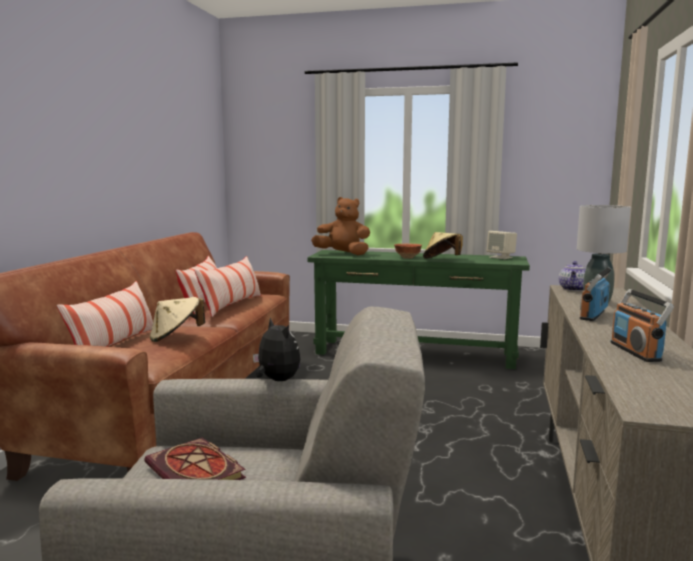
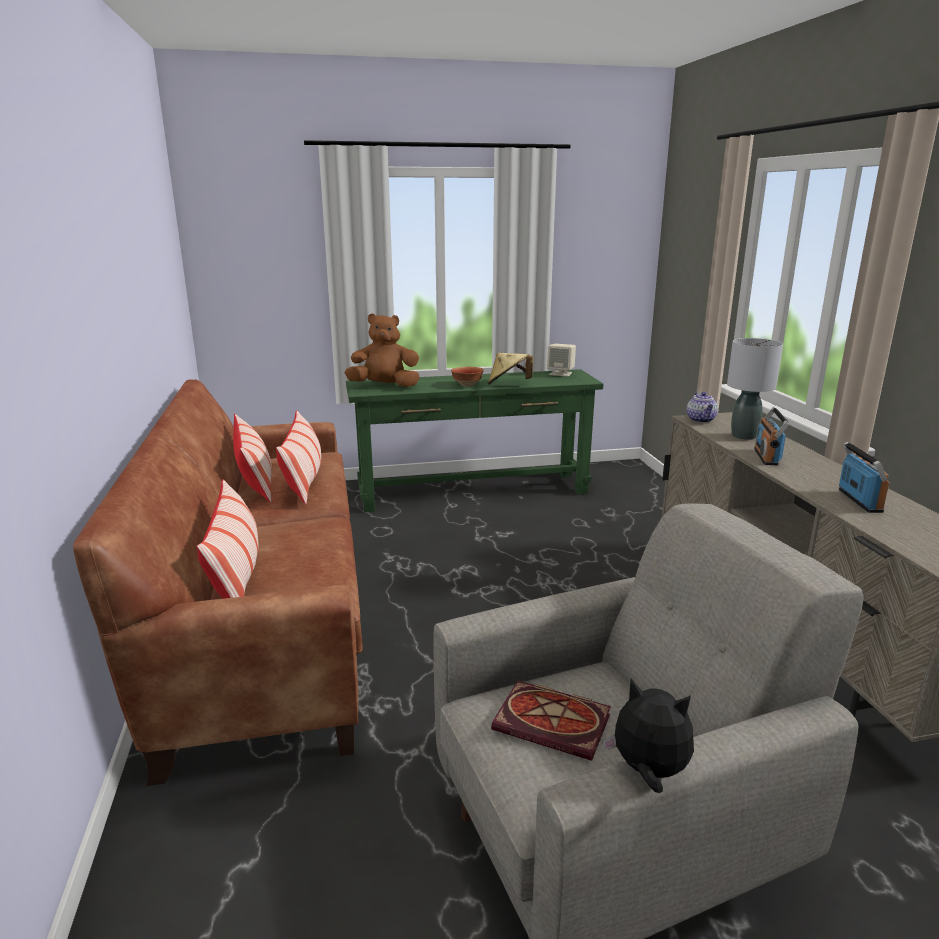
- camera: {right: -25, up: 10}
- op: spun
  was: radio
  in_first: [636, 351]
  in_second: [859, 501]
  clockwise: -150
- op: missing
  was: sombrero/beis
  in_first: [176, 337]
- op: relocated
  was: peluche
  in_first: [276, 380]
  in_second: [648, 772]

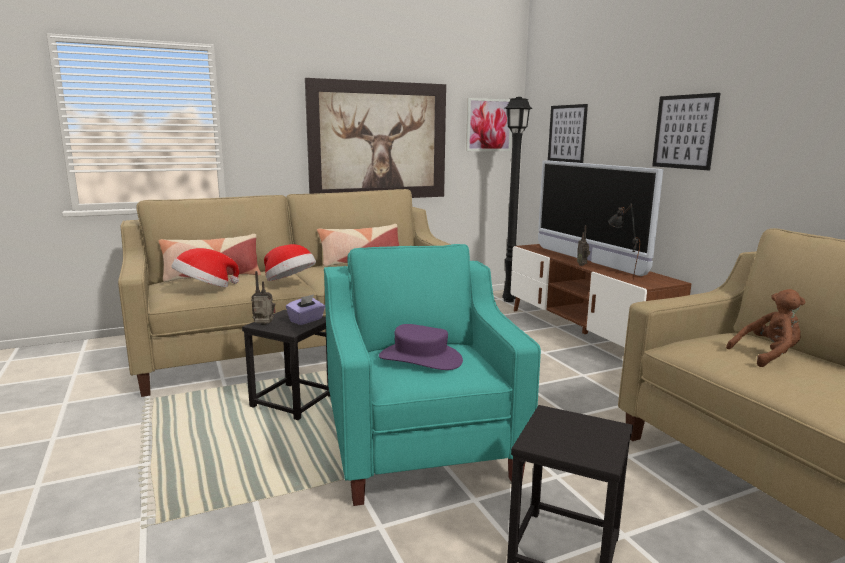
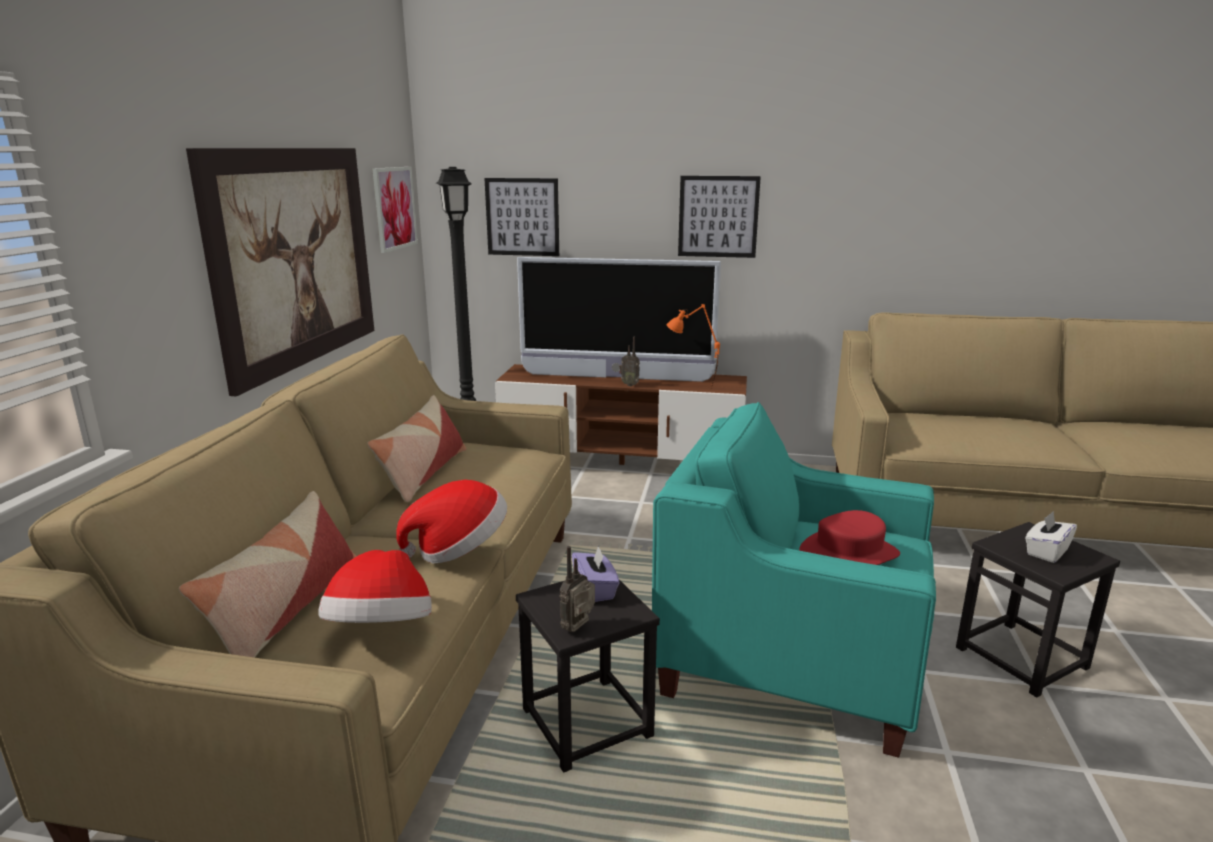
- camera: {right: -55, up: 5}
- op: colour
  was: lámpara de mesa/negro
  now: lámpara de mesa/naranja
  in_first: [619, 276]
  in_second: [691, 387]
- op: missing
  was: peluche/marrón
  in_first: [767, 356]
- op: colour
  was: sombrero/morado
  now: sombrero/rojo
  in_first: [420, 358]
  in_second: [848, 555]
- op: appeared
  now: caja de pañuelos/blanco
  in_second: [1046, 552]

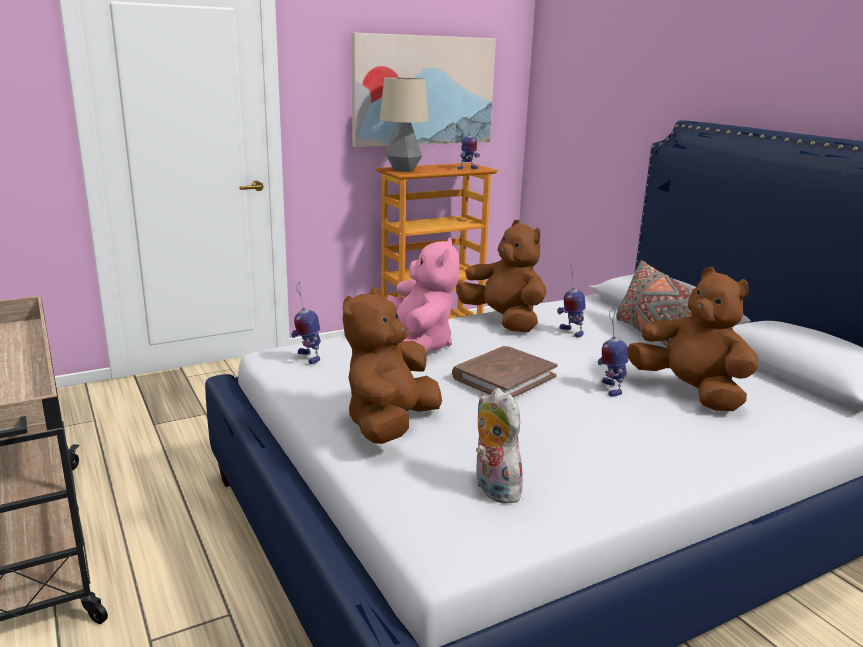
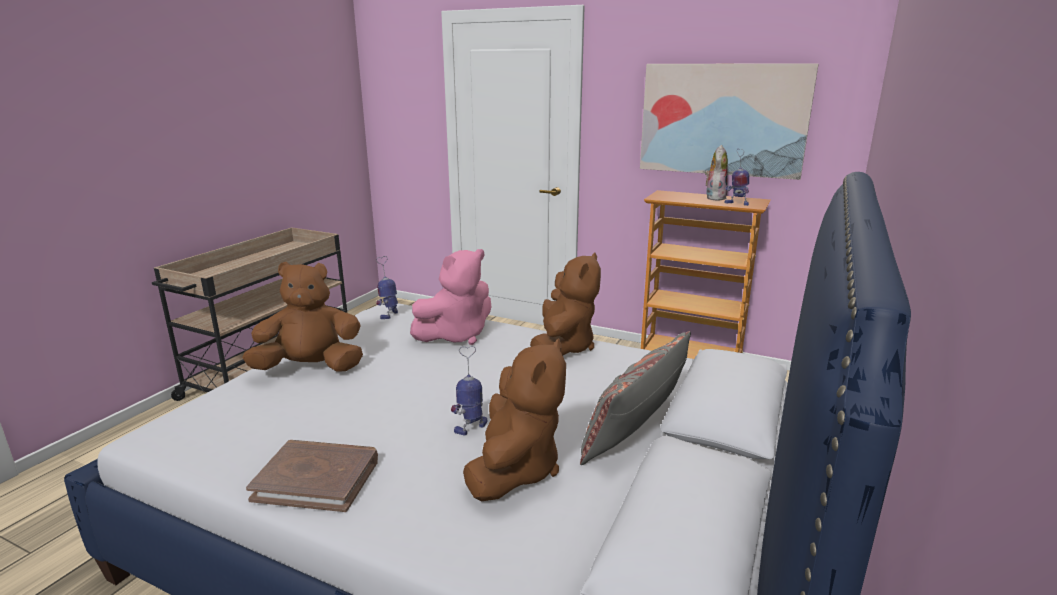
- camera: {right: 55, up: 0}
- op: missing
  was: lámpara de mesa
  in_first: [403, 170]
- op: missing
  was: robot de juguete
  in_first: [570, 332]
- op: relocated
  was: libro/marrón
  in_first: [504, 377]
  in_second: [317, 479]
- op: relocated
  was: peluche
  in_first: [493, 489]
  in_second: [714, 198]

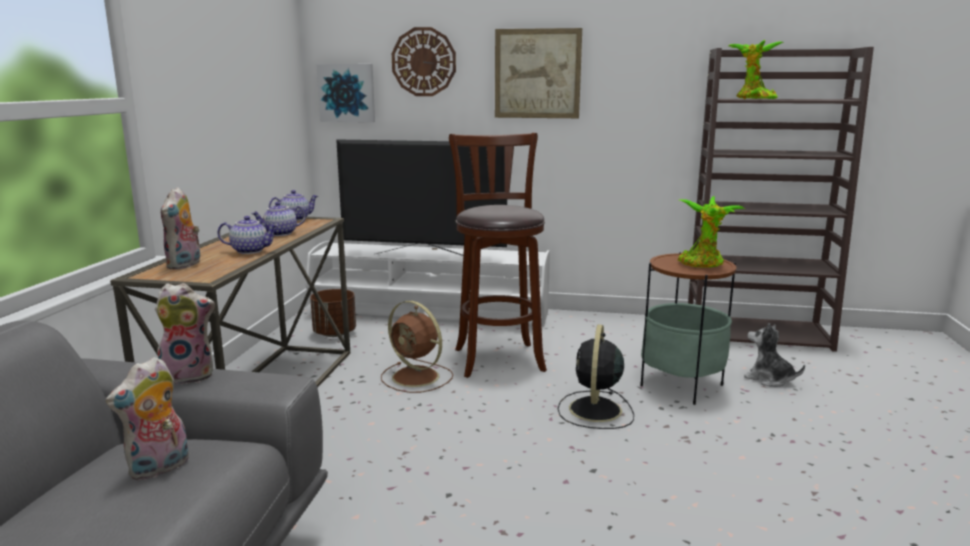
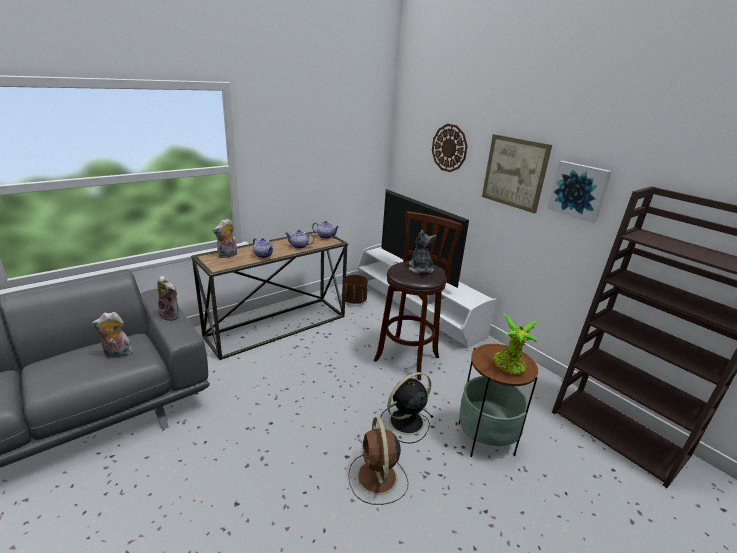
- camera: {right: 40, up: 10}
- op: missing
  was: planta en maceta
  in_first: [753, 99]
- op: relocated
  was: cuadro
  in_first: [347, 93]
  in_second: [579, 190]
- op: relocated
  was: ventilador/marrón
  in_first: [417, 377]
  in_second: [377, 478]
- op: relocated
  was: peluche
  in_first: [769, 379]
  in_second: [420, 269]

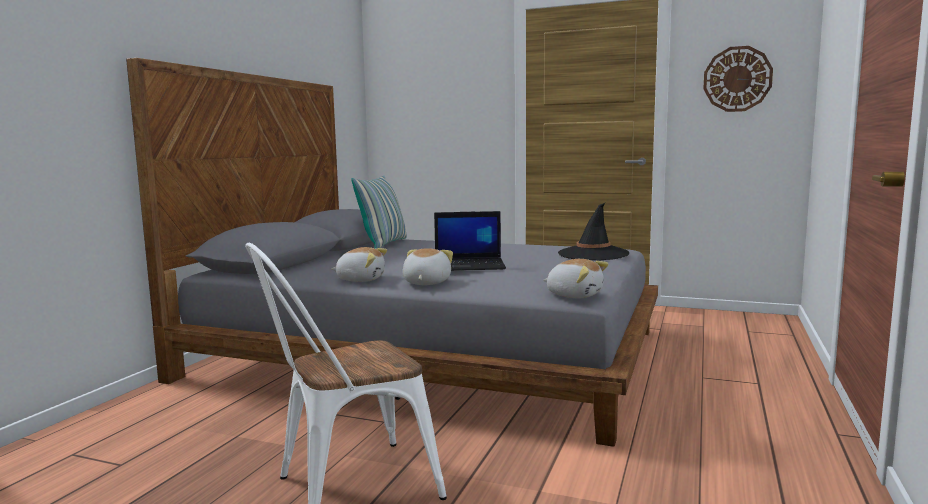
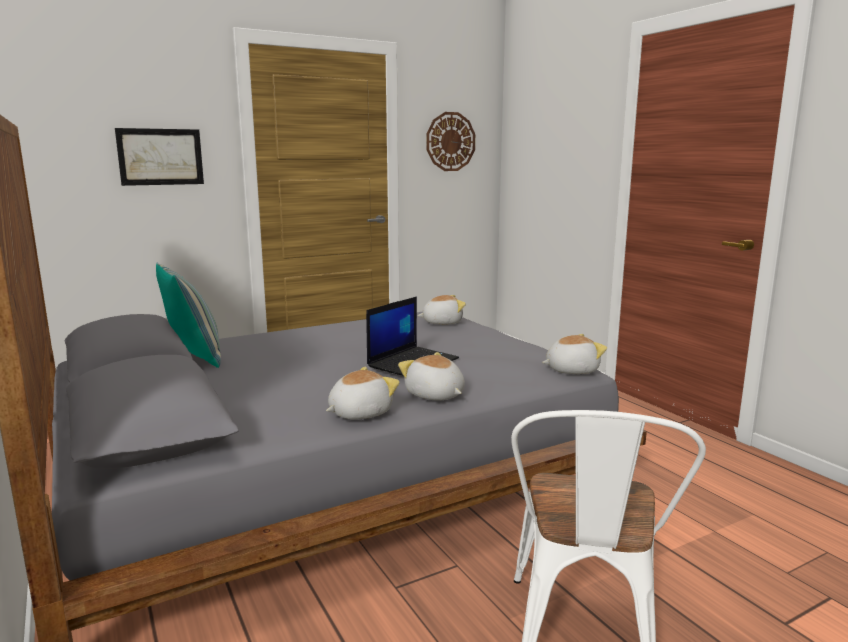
- camera: {right: -50, up: 5}
- op: exchanged
  was: sombrero/negro
  now: peluche
  in_first: [593, 254]
  in_second: [442, 322]
- op: appeared
  now: cuadro
  in_second: [160, 157]

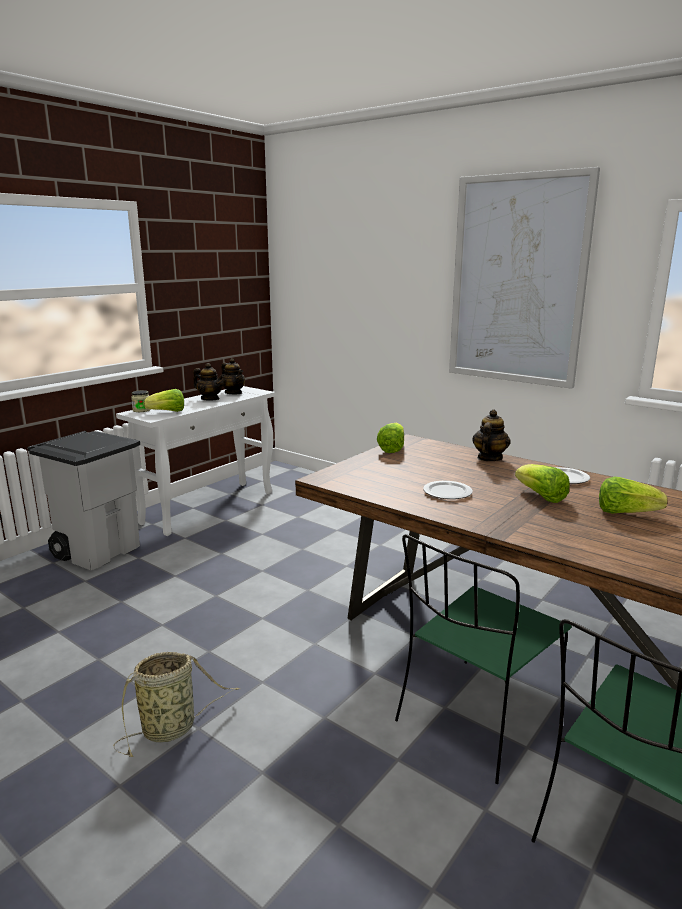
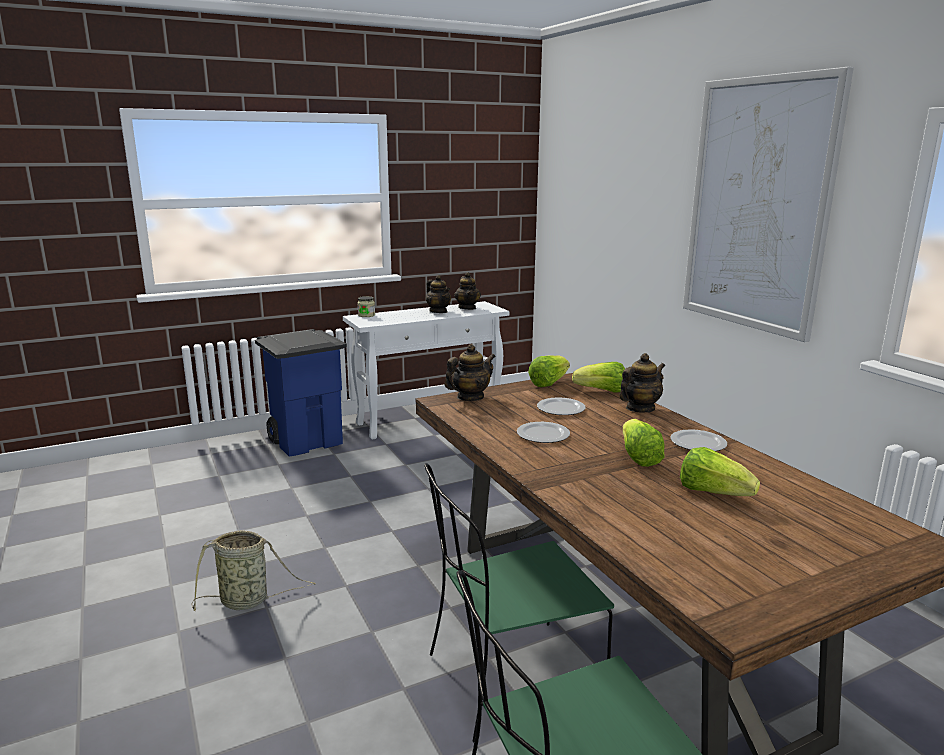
- camera: {right: 25, up: 0}
- op: relocated
  was: lechuga
  in_first: [167, 412]
  in_second: [601, 391]
- op: colour
  was: papelera/gris
  now: papelera/azul
  in_first: [98, 551]
  in_second: [307, 441]
- op: appeared
  now: tetera
  in_second: [470, 397]
- op: appeared
  now: plato
  in_second: [561, 409]

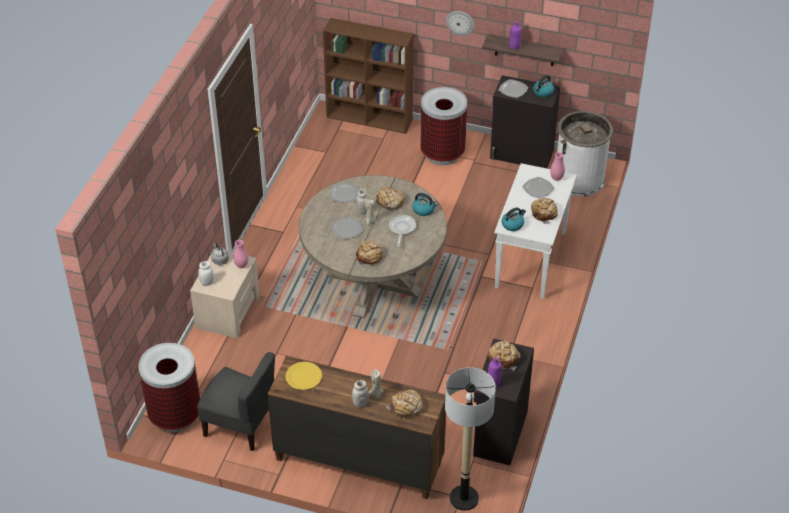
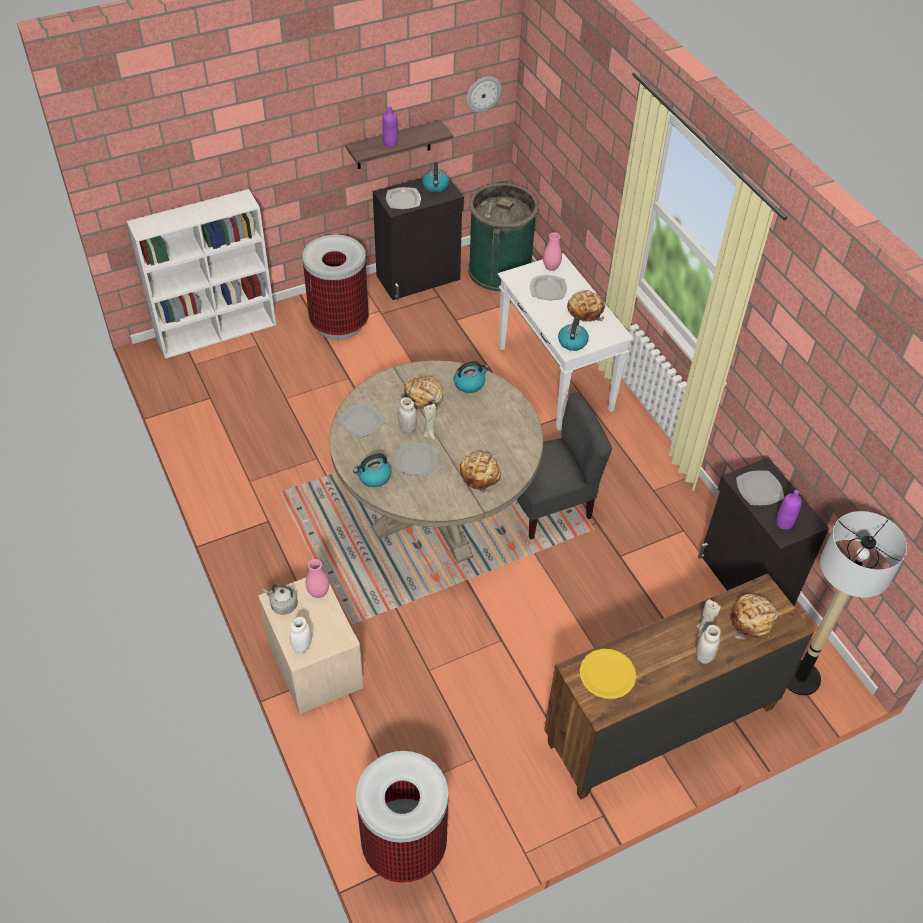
- camera: {right: -45, up: 5}
- op: relocated
  was: reloj de pared
  in_first: [460, 22]
  in_second: [483, 93]
- op: colour
  was: estantería/marrón
  now: estantería/blanco
  in_first: [370, 119]
  in_second: [217, 331]
- op: colour
  was: papelera/blanco
  now: papelera/verde
  in_first: [579, 179]
  in_second: [500, 270]
- op: missing
  was: sartén
  in_first: [401, 229]
- op: exchanged
  was: pan
  now: plato
  in_first: [504, 358]
  in_second: [758, 489]
- op: relocated
  was: silla/gris
  in_first: [240, 425]
  in_second: [548, 505]
- op: appeared
  now: hervidor
  in_second: [374, 477]

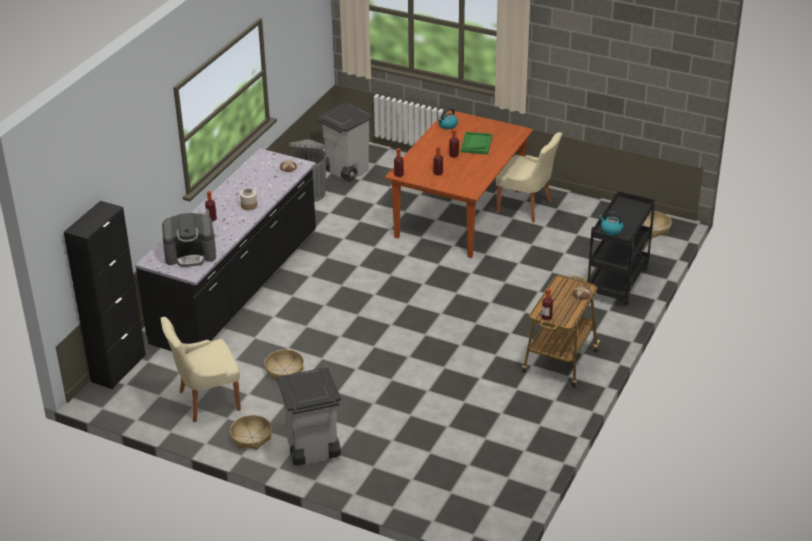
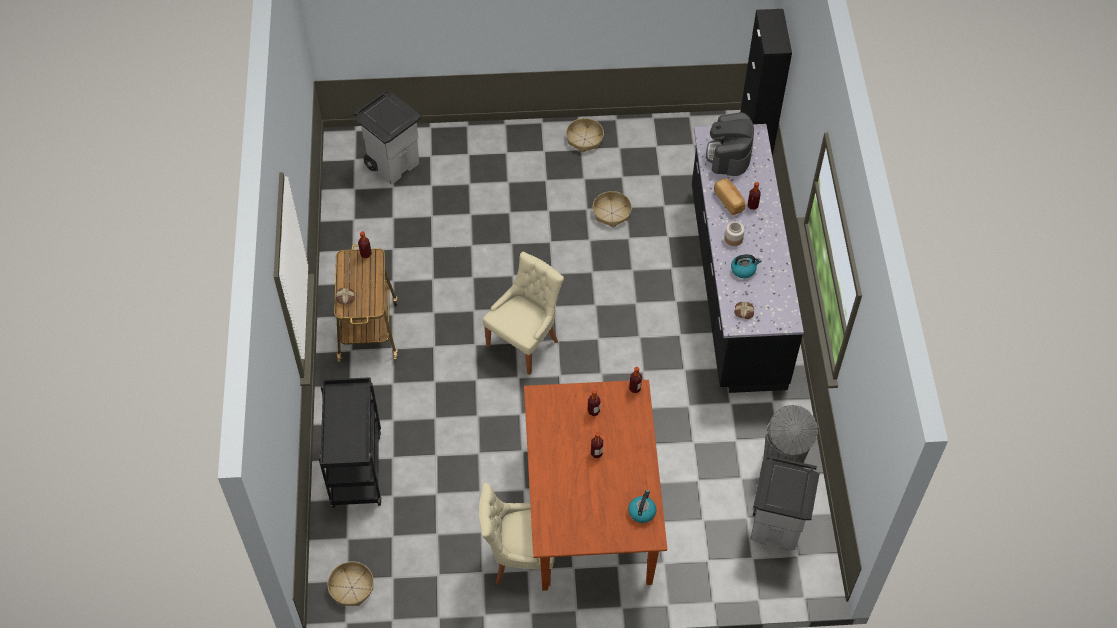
- camera: {right: 150, up: 20}
- op: missing
  was: bandeja/verde
  in_first: [476, 144]
- op: relocated
  was: hervidor
  in_first: [611, 230]
  in_second: [743, 269]
- op: spun
  was: cafetera
  in_first: [191, 254]
  in_second: [729, 155]
  clockwise: -45
- op: relocated
  was: silla/beis
  in_first: [206, 401]
  in_second: [525, 342]
- op: relocated
  was: papelera/gris
  in_first: [312, 451]
  in_second: [393, 163]
- op: appeared
  now: pan
  in_second: [729, 201]

